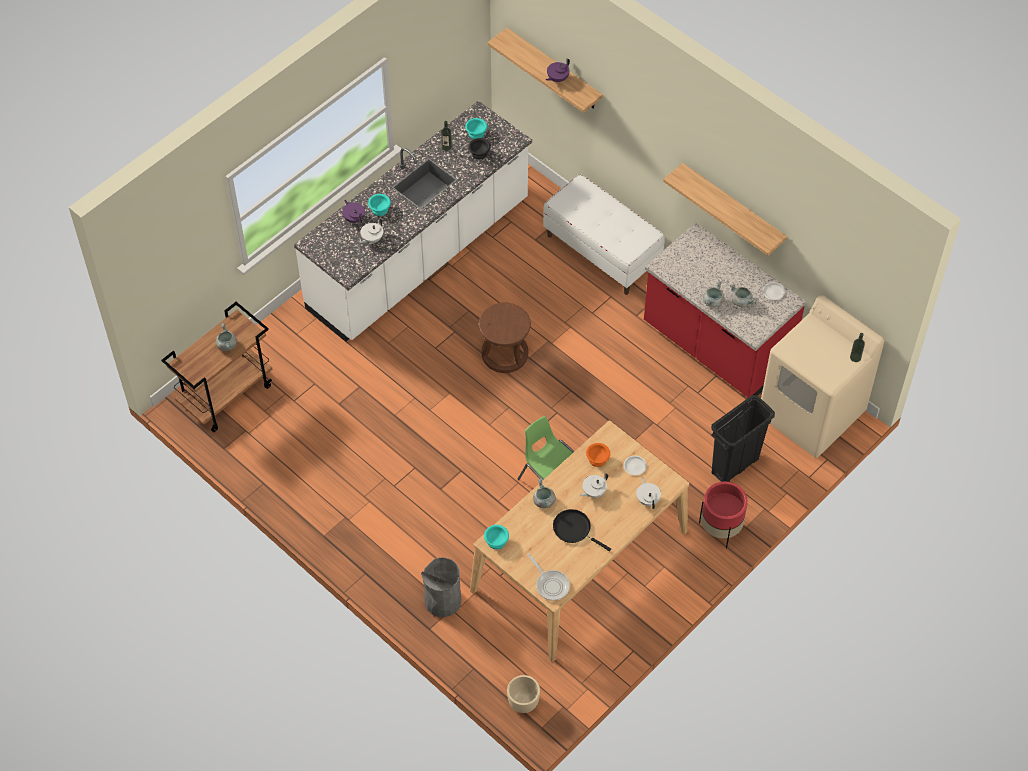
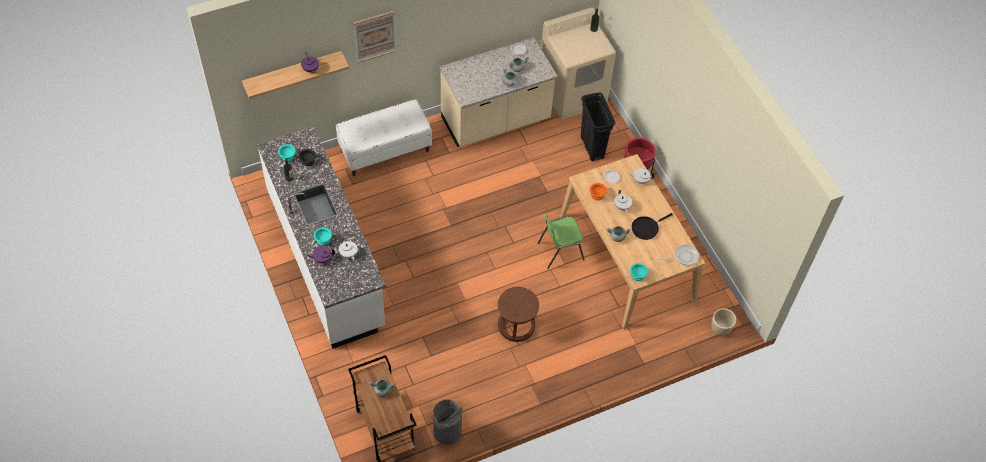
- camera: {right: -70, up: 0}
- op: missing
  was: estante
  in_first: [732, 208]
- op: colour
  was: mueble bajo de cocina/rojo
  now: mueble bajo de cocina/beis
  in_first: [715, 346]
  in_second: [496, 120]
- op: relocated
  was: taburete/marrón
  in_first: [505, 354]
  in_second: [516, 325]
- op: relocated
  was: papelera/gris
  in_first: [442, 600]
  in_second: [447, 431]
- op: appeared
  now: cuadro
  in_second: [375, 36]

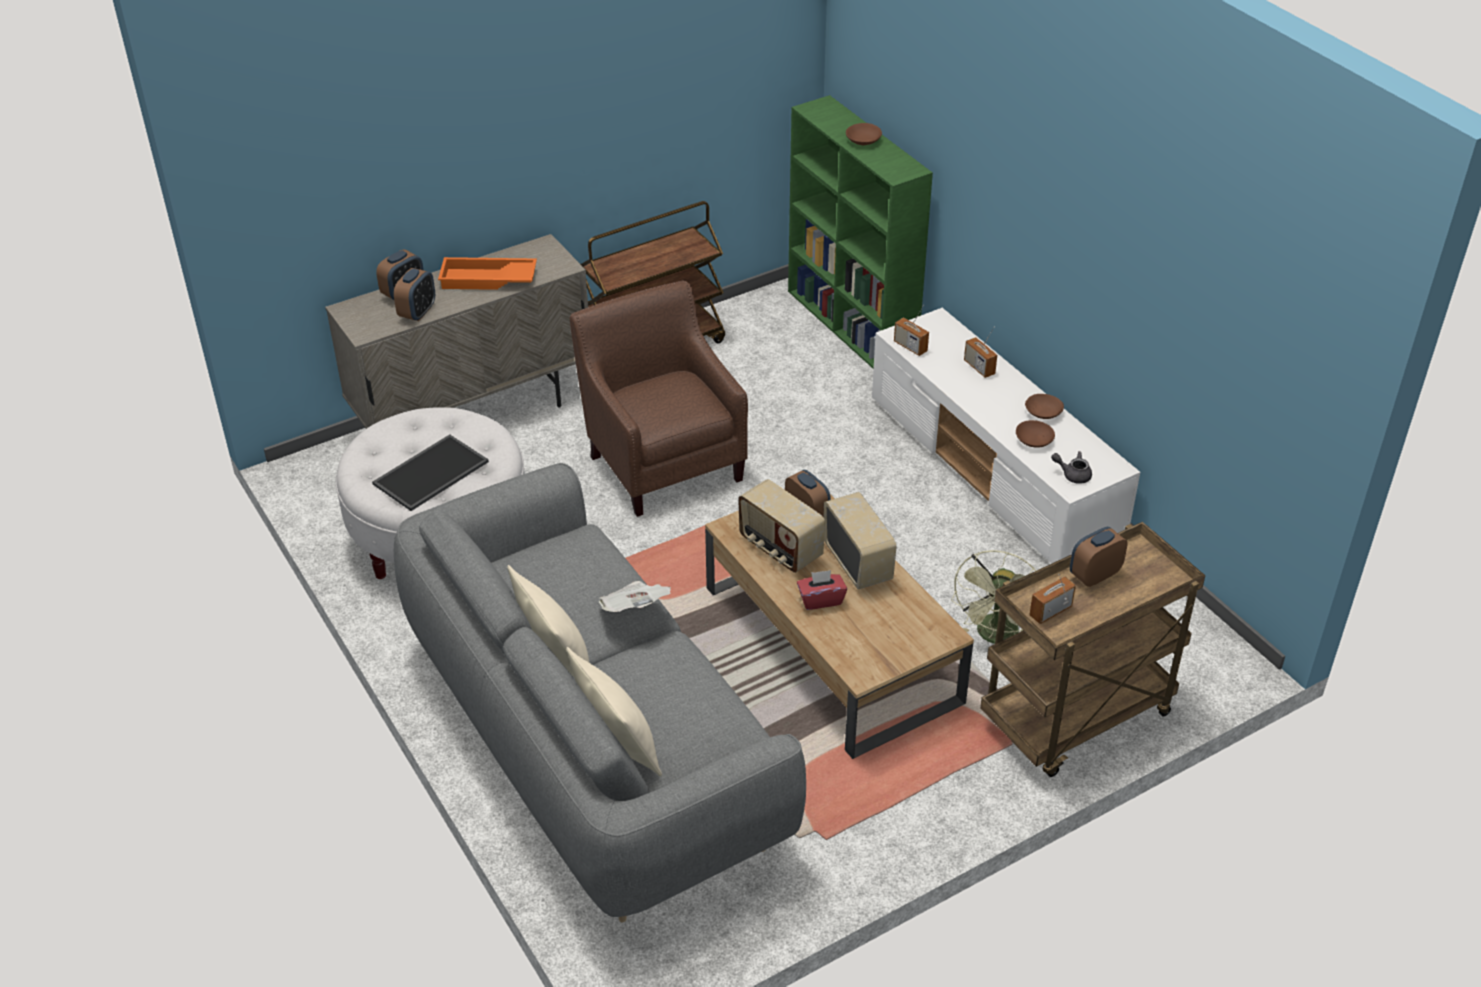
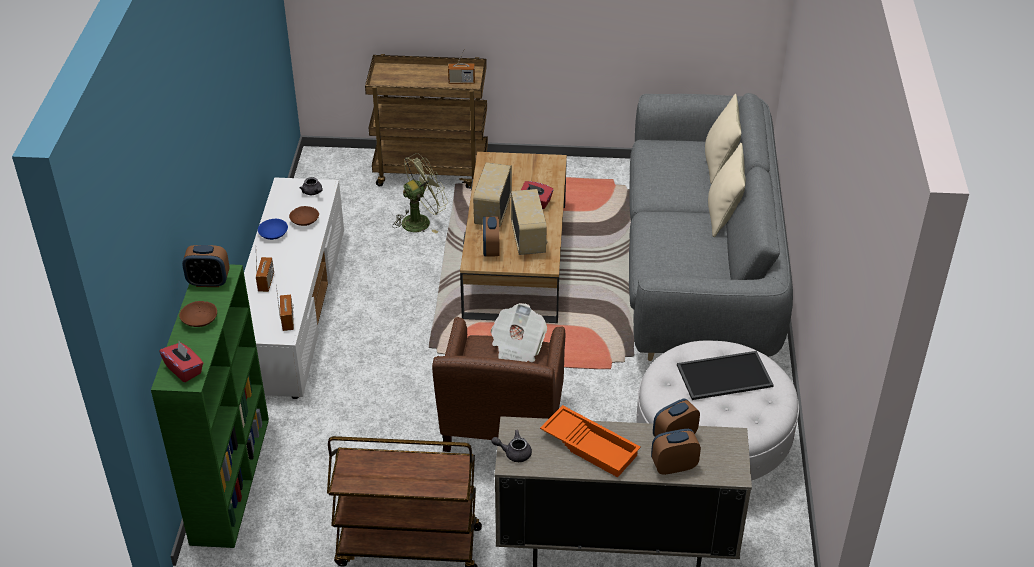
- camera: {right: -145, up: 0}
- op: colour
  was: cuenco/marrón
  now: cuenco/azul
  in_first: [1043, 412]
  in_second: [273, 234]
- op: relocated
  was: despertador
  in_first: [1094, 575]
  in_second: [209, 282]
- op: relocated
  was: periódico
  in_first: [635, 610]
  in_second: [517, 347]
- op: appeared
  now: caja de pañuelos/rojo
  in_second: [184, 370]
- op: appeared
  now: tetera/gris
  in_second: [514, 453]

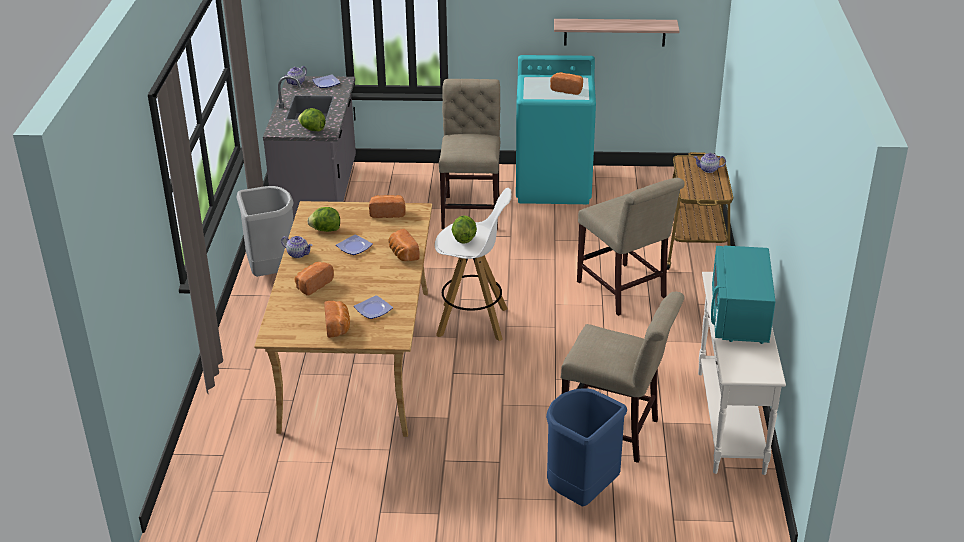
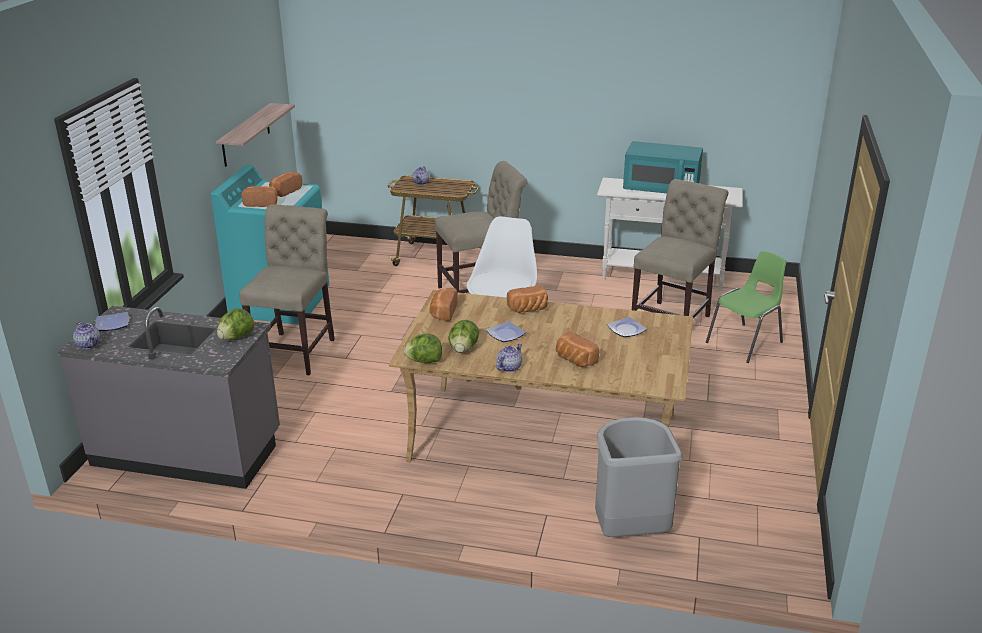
- camera: {right: -80, up: -5}
- op: spun
  was: silla/beis
  in_first: [472, 210]
  in_second: [297, 350]
  clockwise: 90
- op: relocated
  was: papelera/gris
  in_first: [272, 272]
  in_second: [629, 531]
- op: relocated
  was: lechuga
  in_first: [464, 238]
  in_second: [424, 361]
- op: relocated
  was: pan
  in_first: [338, 327]
  in_second: [262, 203]
- op: exchanged
  was: papelera/azul
  now: silla/verde
  in_first: [580, 492]
  in_second: [746, 342]

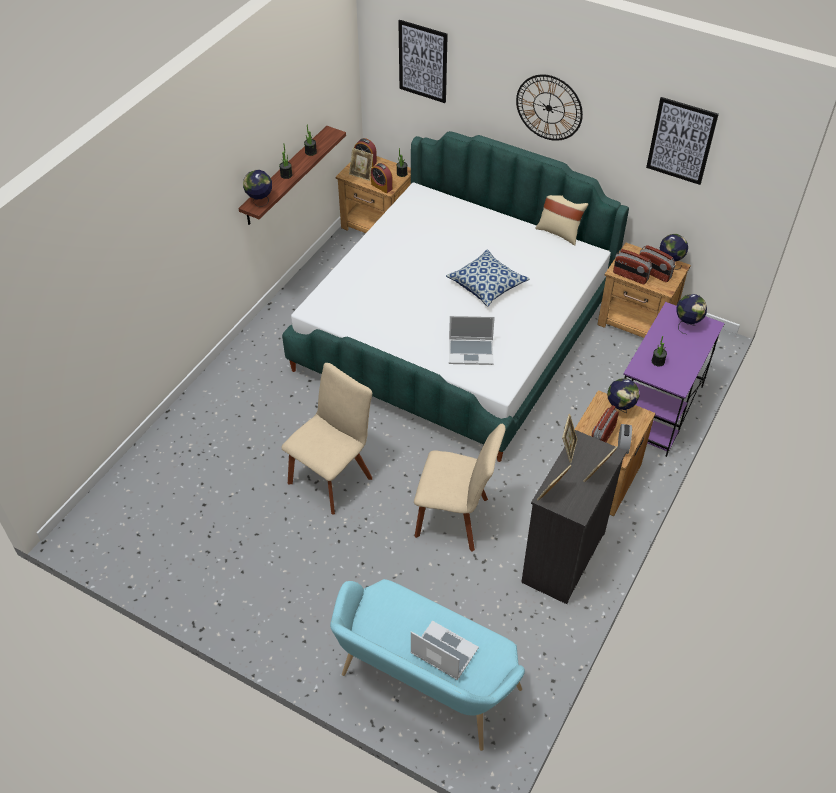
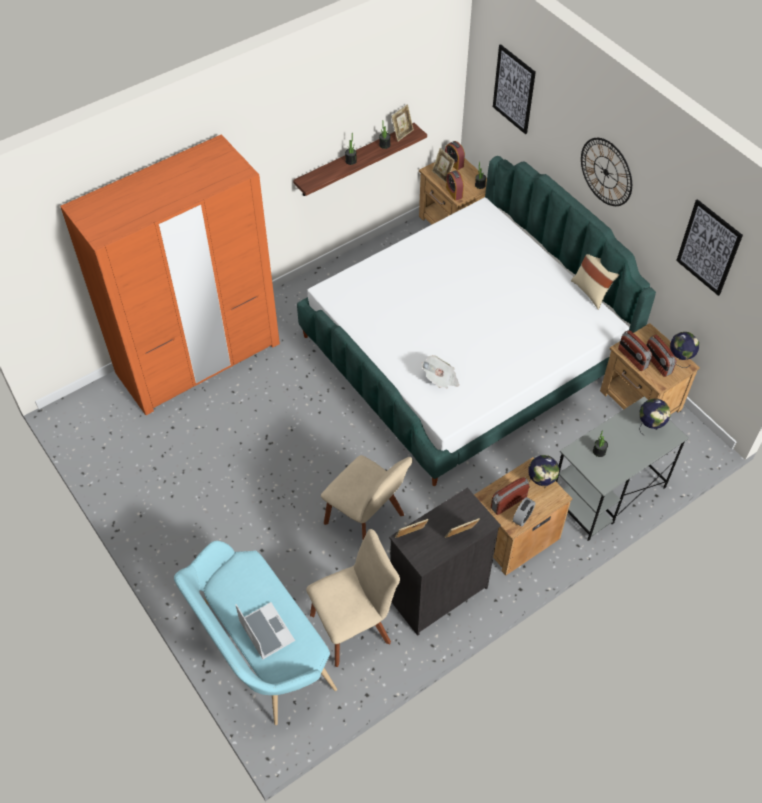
- camera: {right: 25, up: 5}
- op: missing
  was: globo terráqueo
  in_first: [260, 202]
- op: missing
  was: cojín
  in_first: [487, 285]
- op: colour
  was: escritorio/morado
  now: escritorio/gris
  in_first: [658, 410]
  in_second: [607, 494]
- op: exchanged
  was: portátil
  now: periódico
  in_first: [471, 352]
  in_second: [440, 379]
- op: relocated
  was: silla/beis
  in_first: [332, 477]
  in_second: [354, 626]
- op: relocated
  was: portarretratos
  in_first: [568, 449]
  in_second: [402, 133]
- op: appeared
  now: armario ropero/naranja
  in_second: [198, 358]

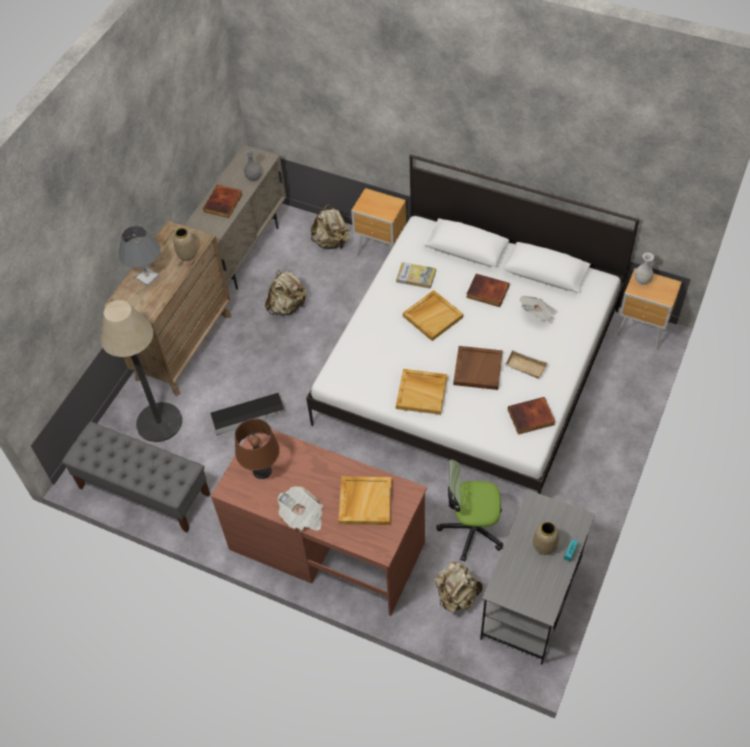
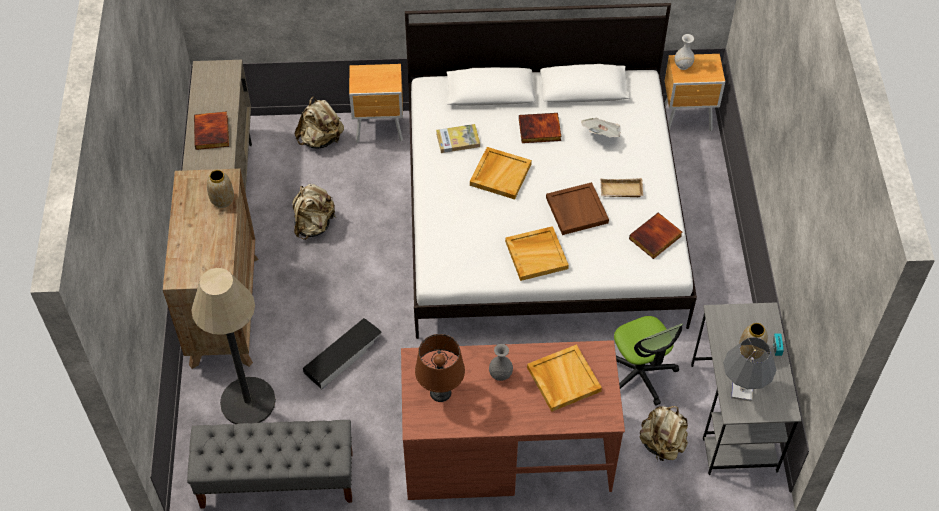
- camera: {right: -30, up: 0}
- op: relocated
  was: florero/gris
  in_first: [253, 178]
  in_second: [500, 374]
- op: relocated
  was: lámpara de mesa/gris
  in_first: [147, 277]
  in_second: [742, 390]
- op: spun
  was: silla de oficina
  in_first: [471, 529]
  in_second: [639, 375]
  clockwise: -90
- op: missing
  was: periódico
  in_first: [302, 516]

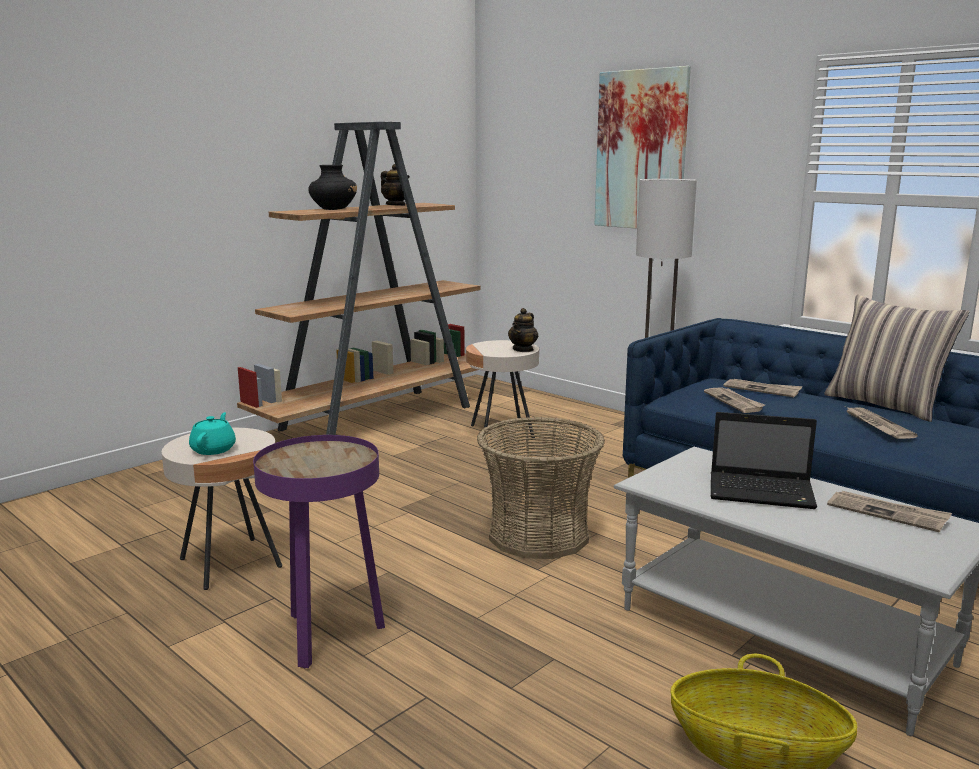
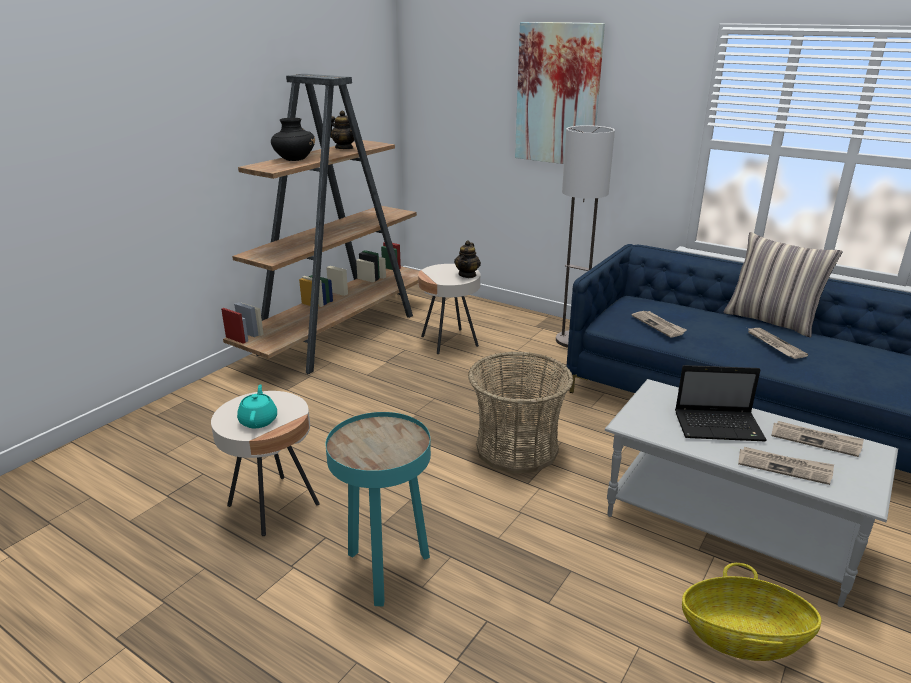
- camera: {right: -10, up: 10}
- op: relocated
  was: periódico
  in_first: [762, 389]
  in_second: [784, 467]
- op: colour
  was: mesa auxiliar/morado
  now: mesa auxiliar/turquesa
  in_first: [327, 636]
  in_second: [385, 571]

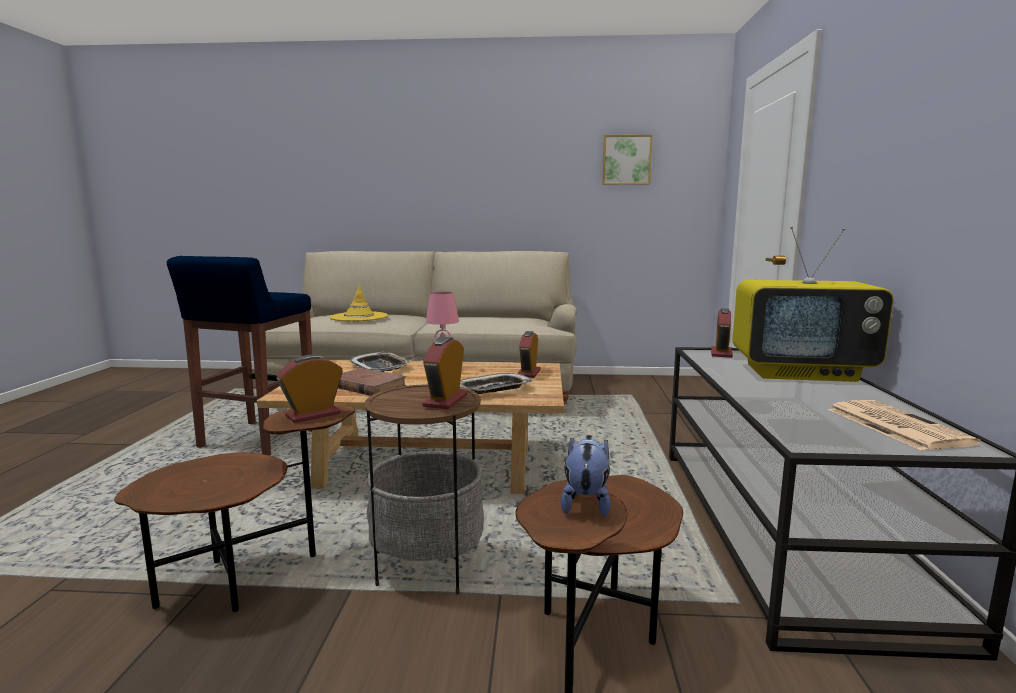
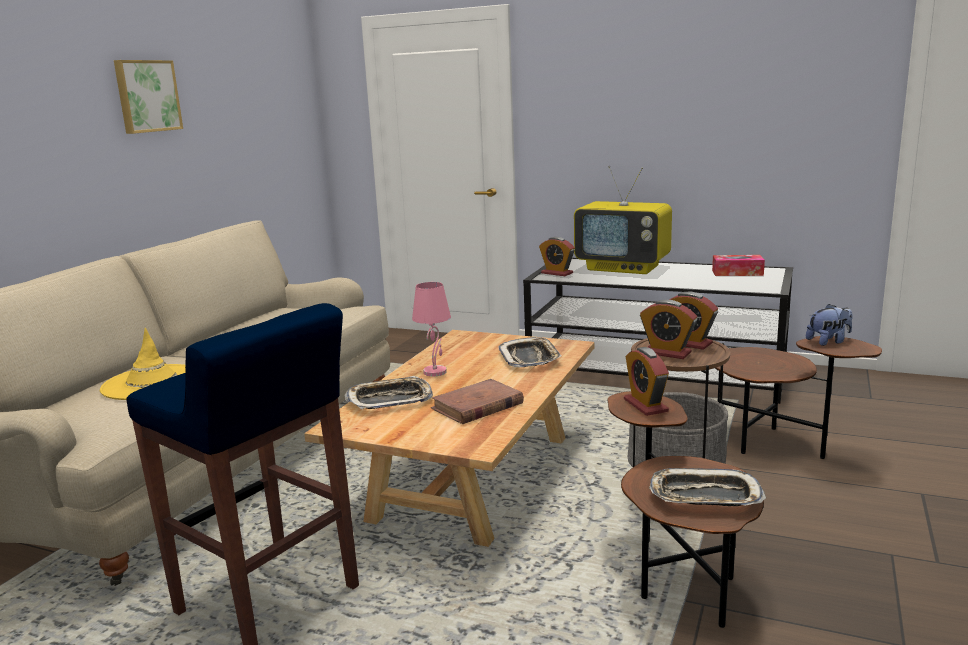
- camera: {right: -70, up: 5}
- op: relocated
  was: cuadro
  in_first: [626, 160]
  in_second: [146, 96]
- op: spun
  was: televisor
  in_first: [801, 373]
  in_second: [624, 268]
  clockwise: 90
- op: relocated
  was: despertador
  in_first: [528, 373]
  in_second: [667, 353]
- op: exchanged
  was: periódico
  now: caja de pañuelos
  in_first: [894, 425]
  in_second: [737, 273]
- op: spun
  was: peluche
  in_first: [586, 503]
  in_second: [828, 341]
  clockwise: 135
- op: appeared
  now: bandeja
  in_second: [704, 496]

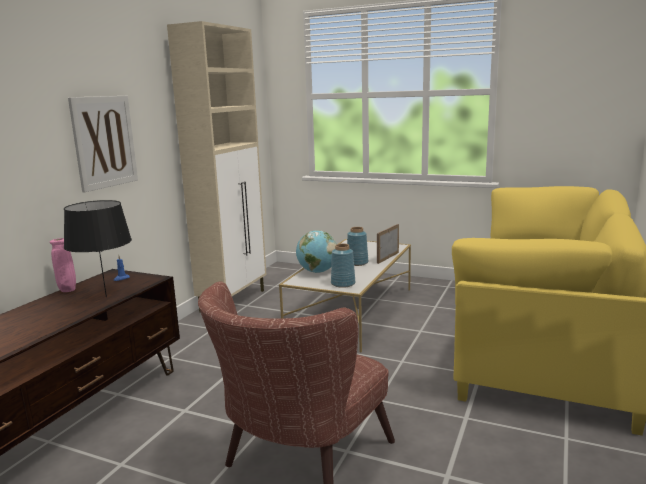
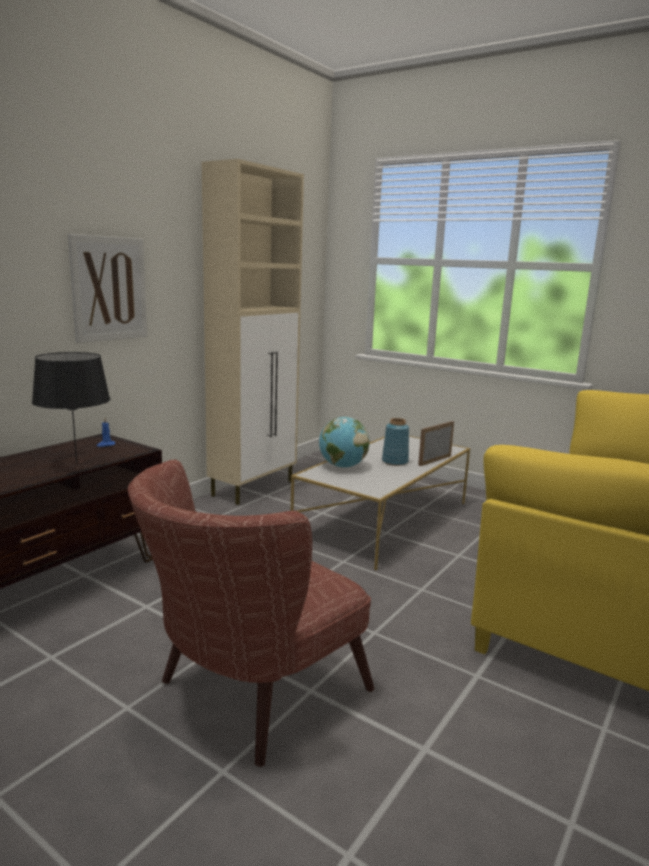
- camera: {right: 10, up: 0}
- op: missing
  was: florero/rosa
  in_first: [67, 291]
- op: missing
  was: florero/azul
  in_first: [342, 283]

